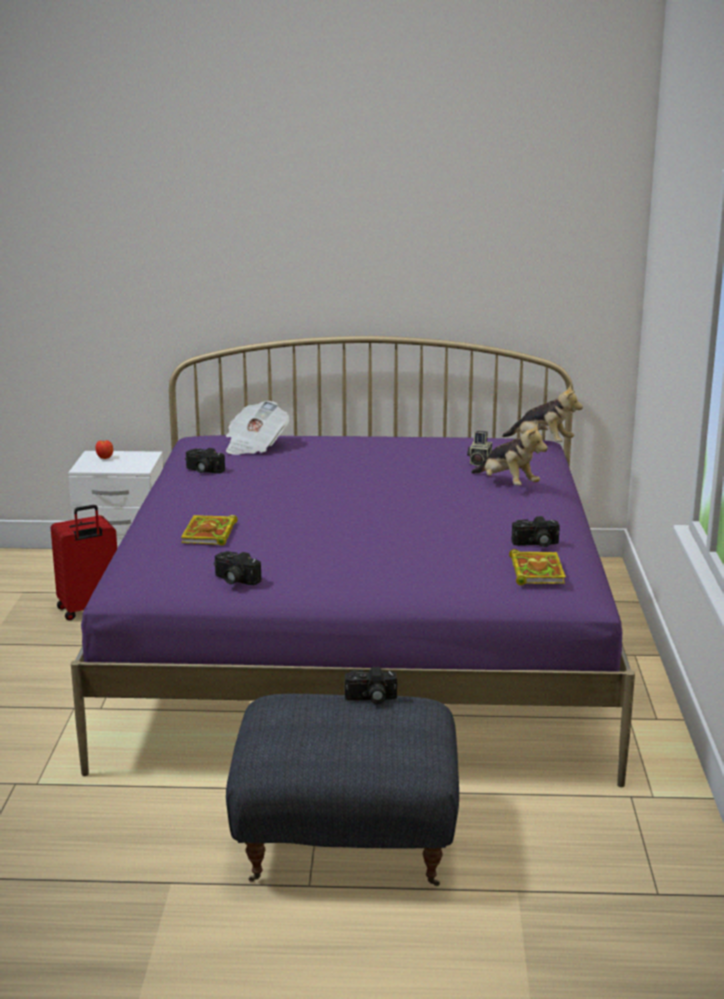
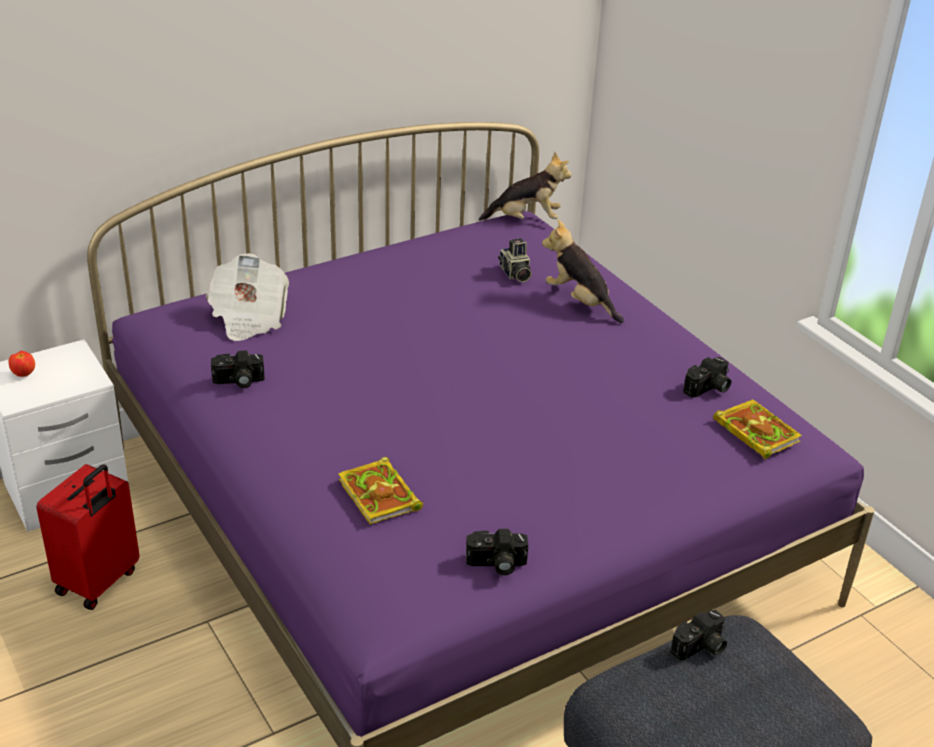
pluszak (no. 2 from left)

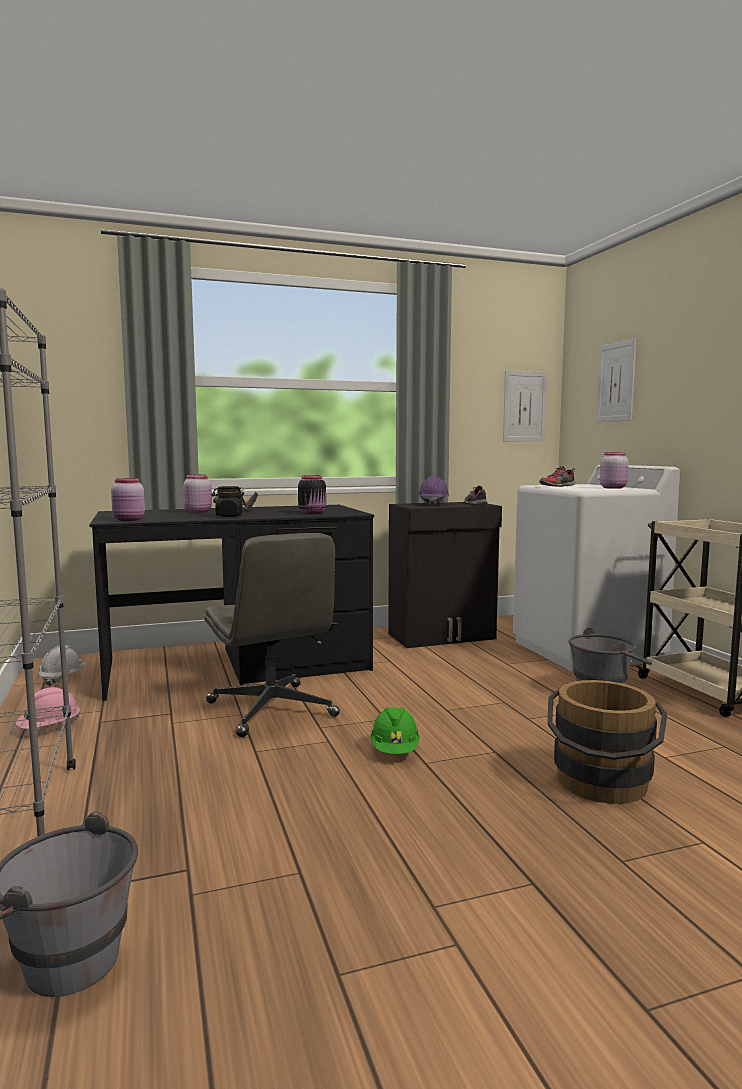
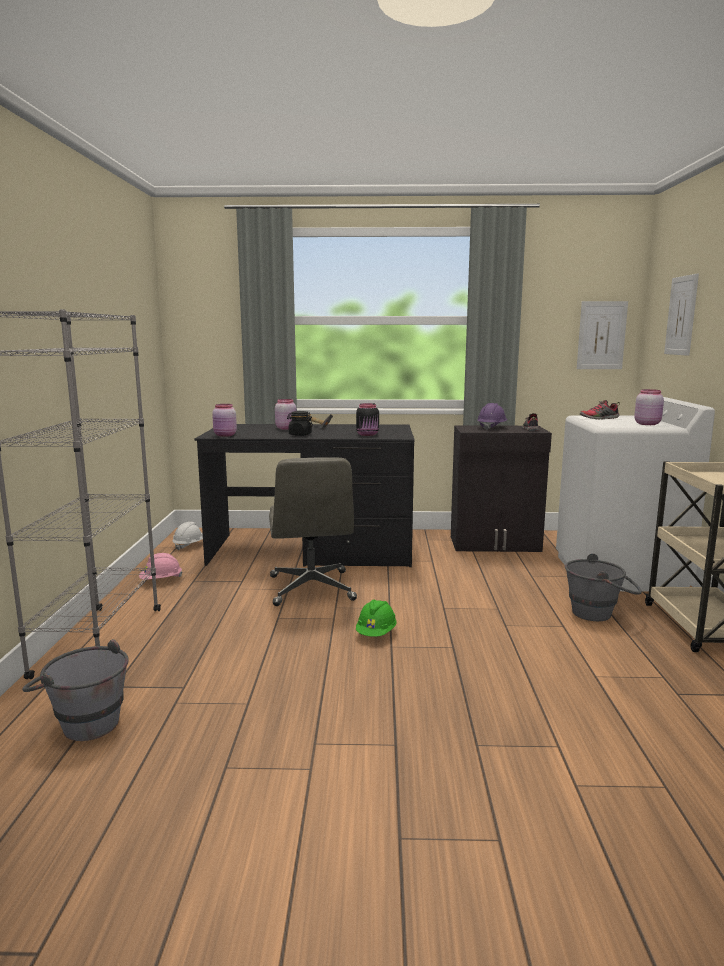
wiadro [brązowy]

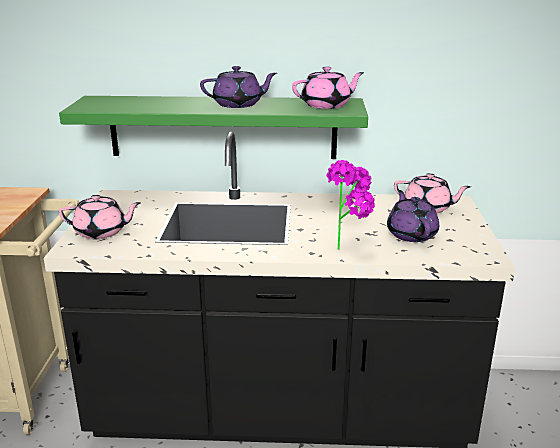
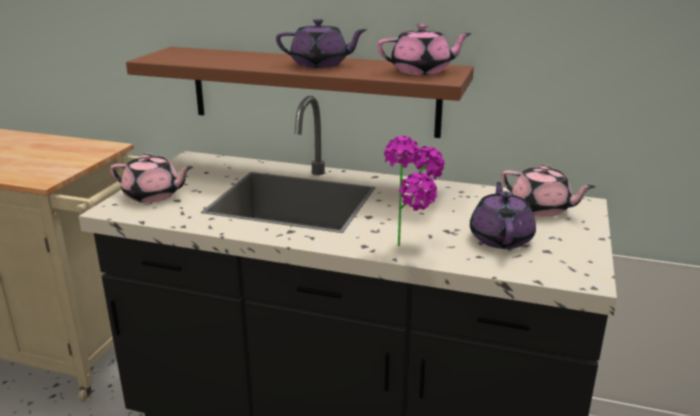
półka [brązowy]

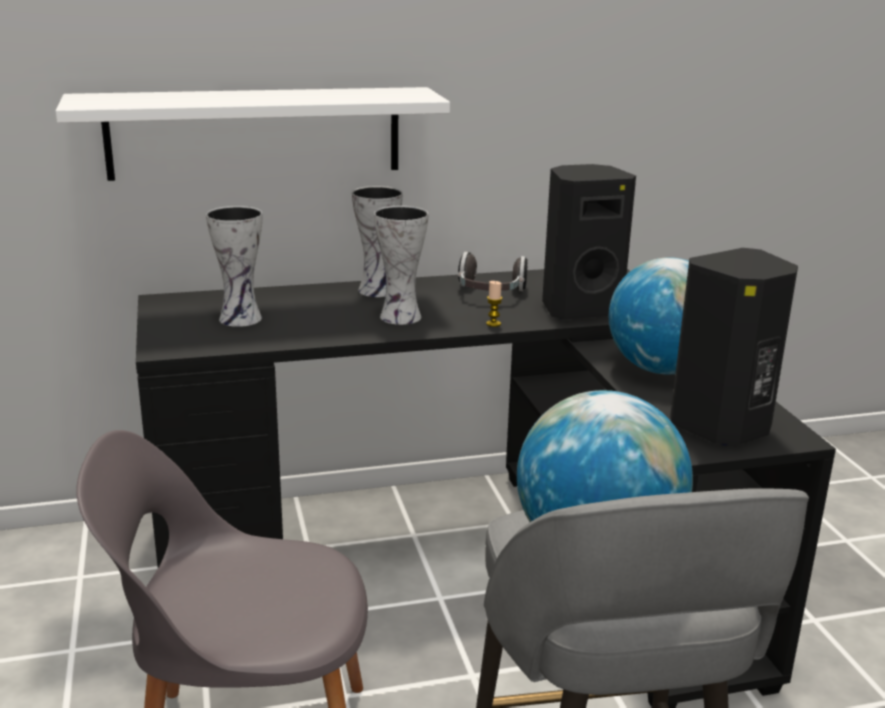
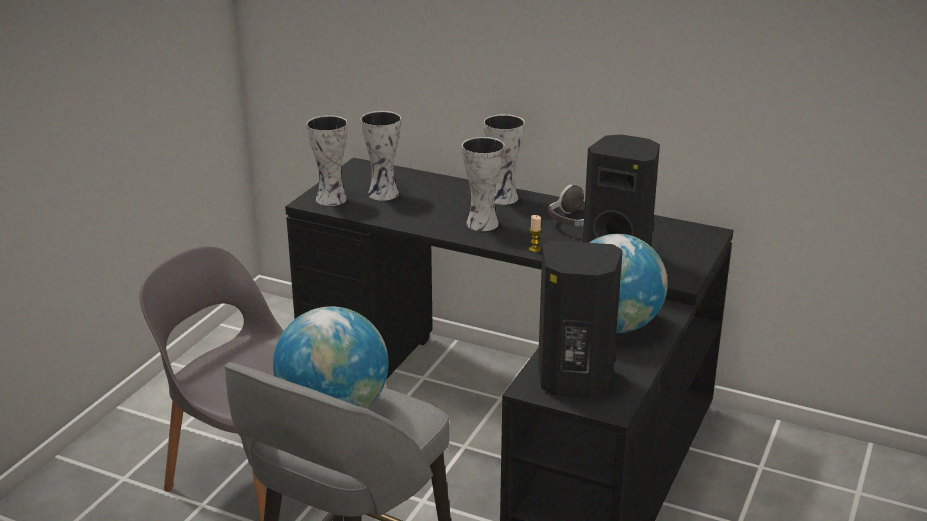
wazon (no. 1 from left)
półka [biały]

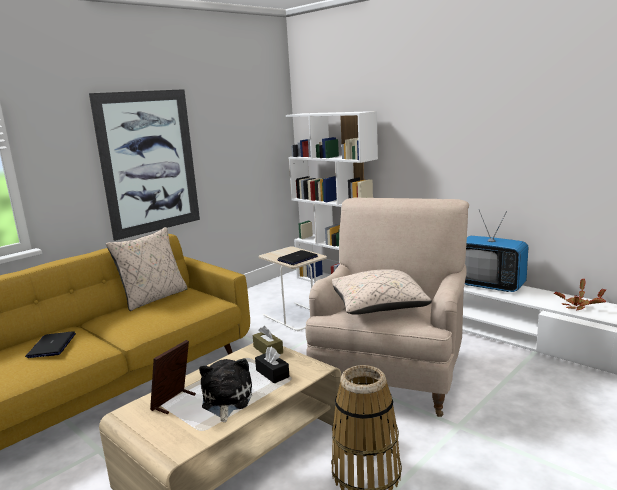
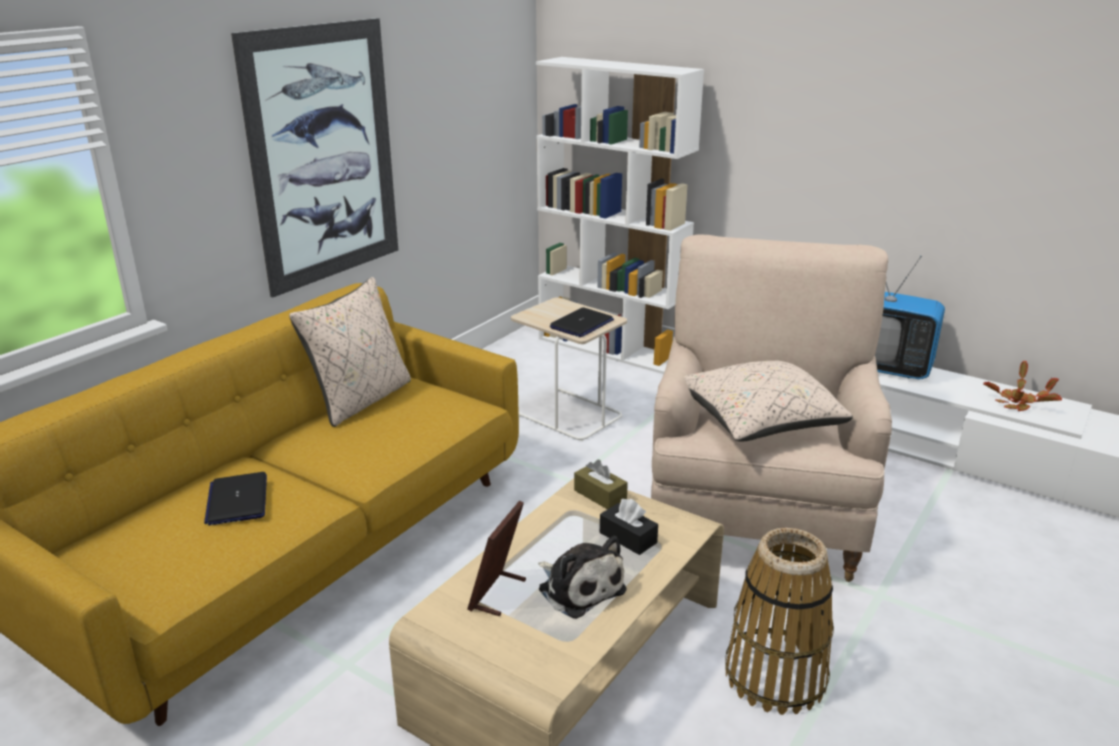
pluszak

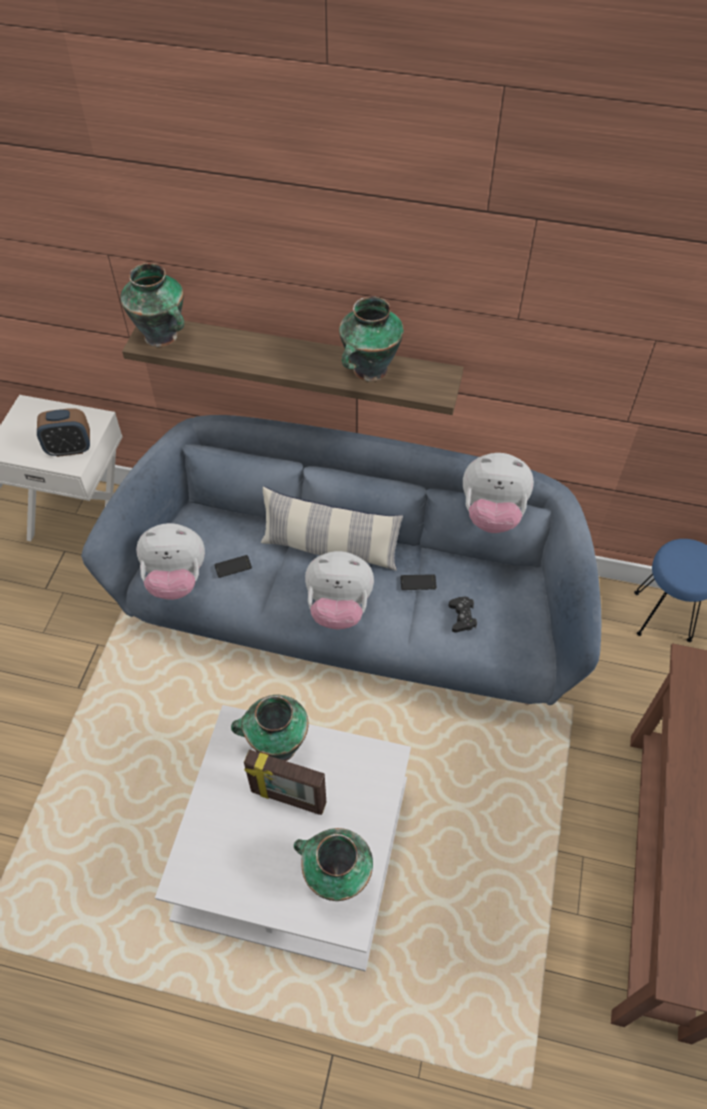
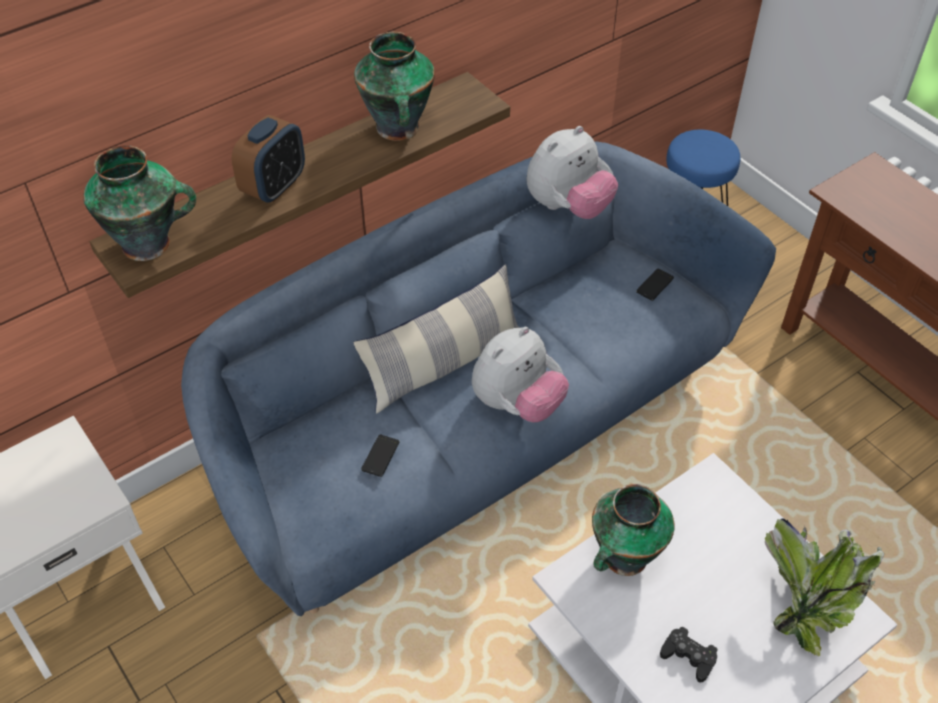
budzik
telefon (no. 2 from left)
pad do gier [czarny]
roślina doniczkowa
pluszak (no. 1 from left in the first image)
ramka na zdjęcie

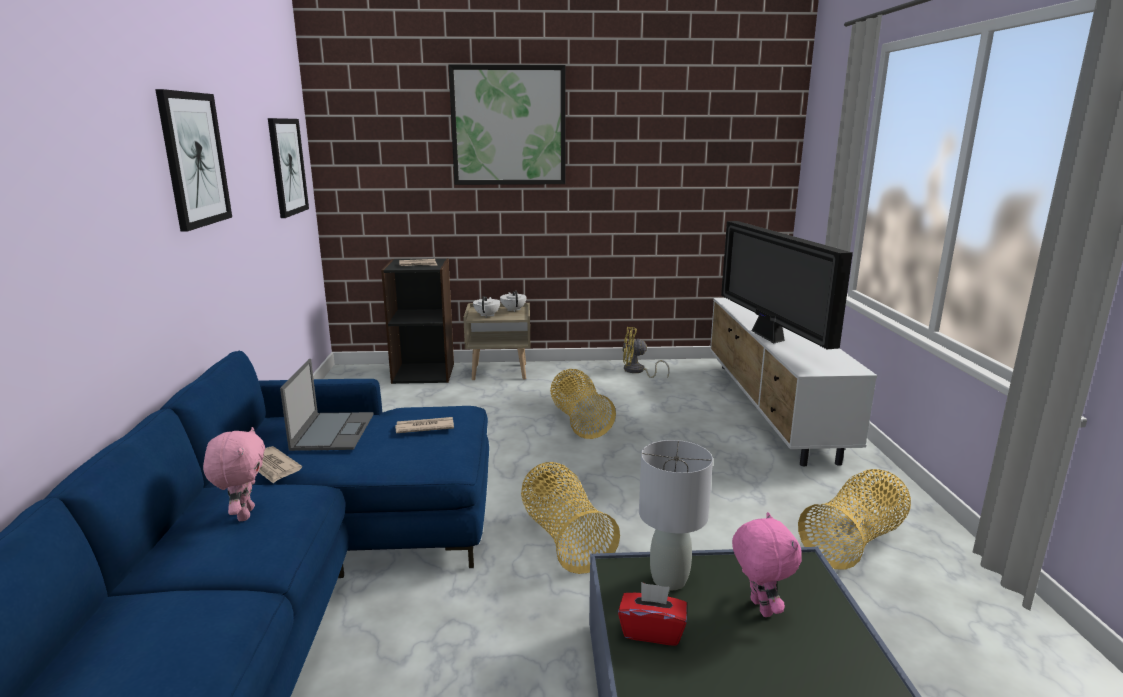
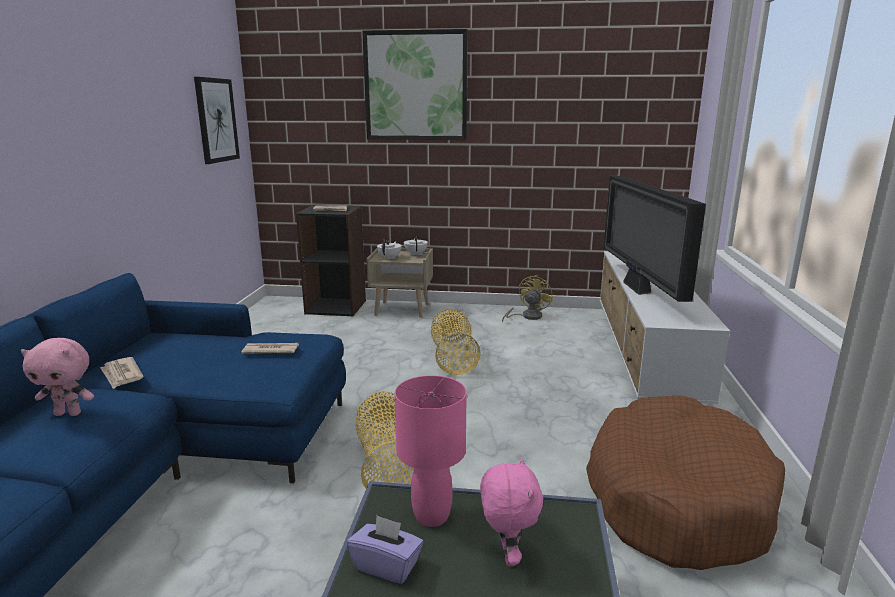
pluszak [różowy] (no. 1 from left)
pudełko chusteczek [fioletowy]
lampa stołowa [różowy]
wentylator [żółty]
legowisko [brązowy]
obraz (no. 1 from left in the first image)
laptop

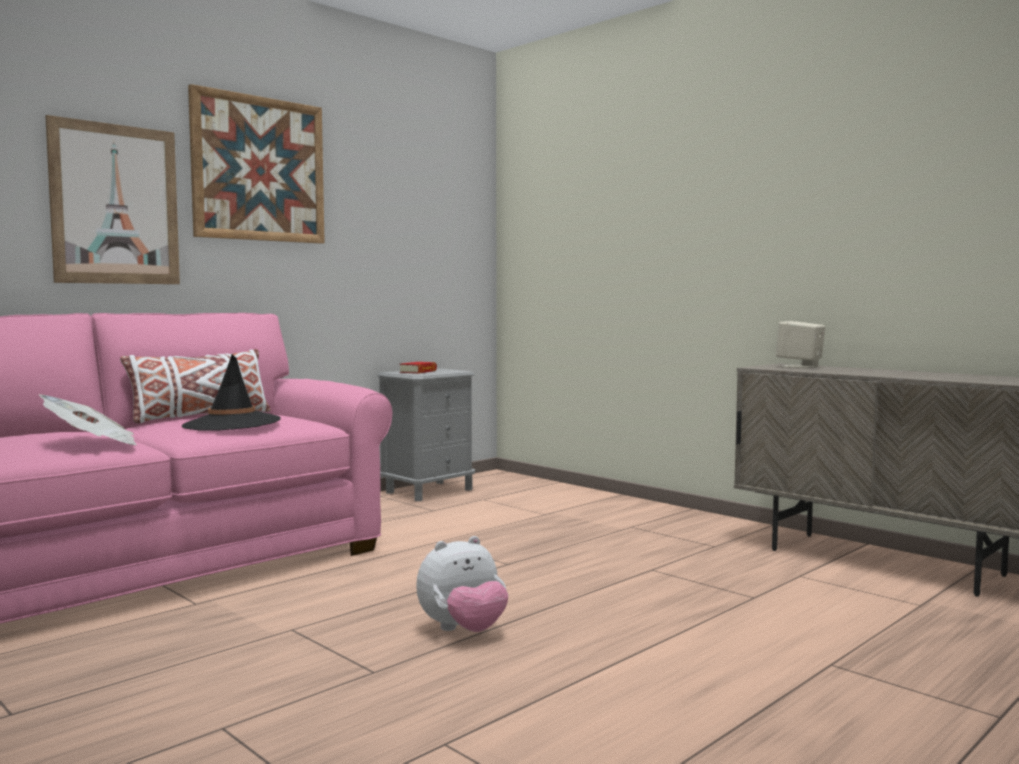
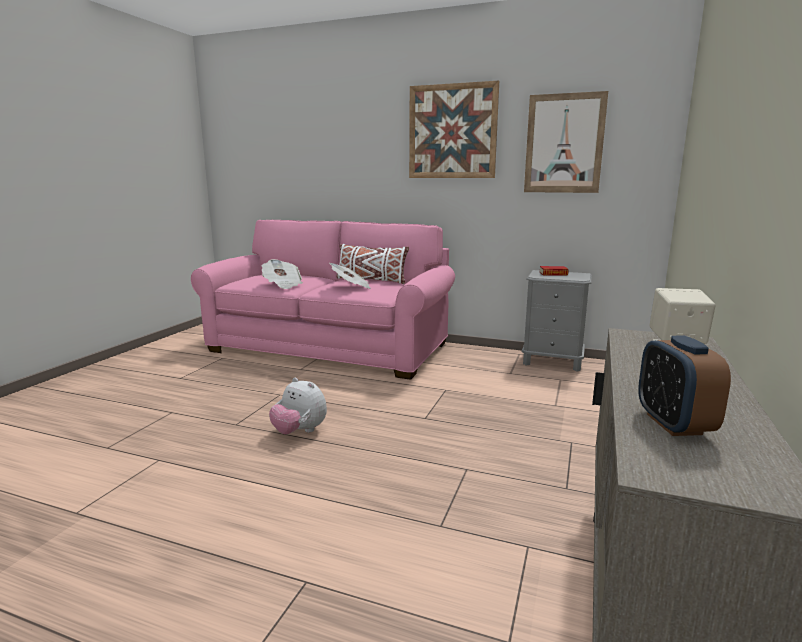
gazeta (no. 2 from left)
obraz (no. 2 from left)
budzik

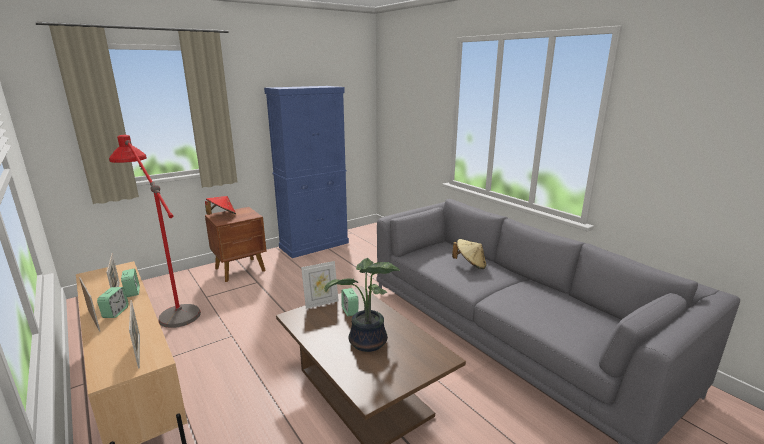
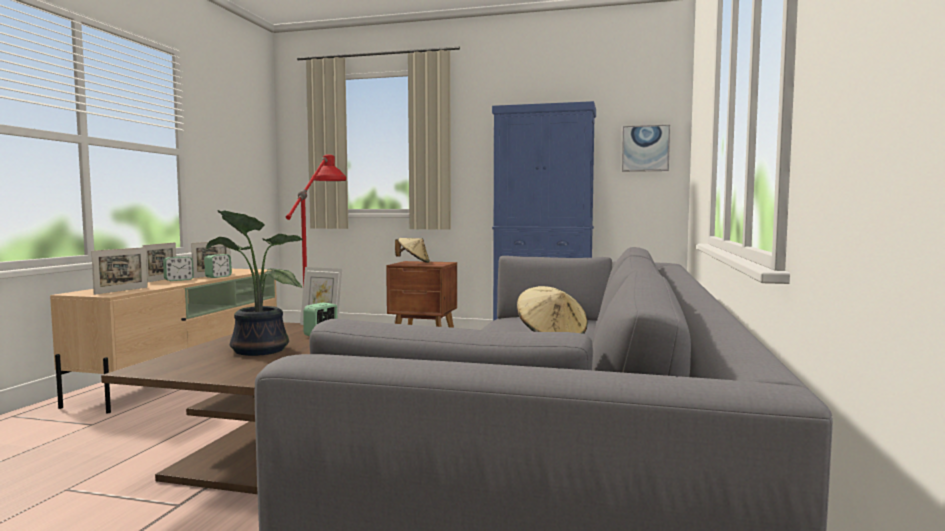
kapelusz [beżowy] (no. 1 from left)
obraz

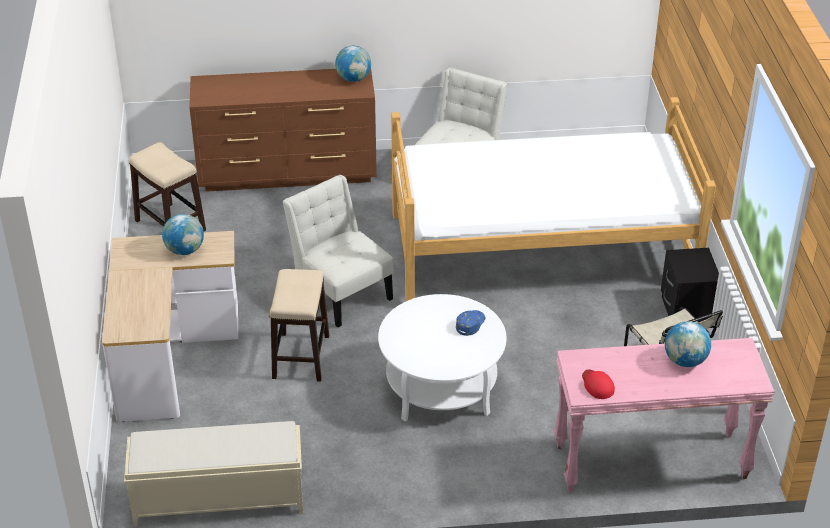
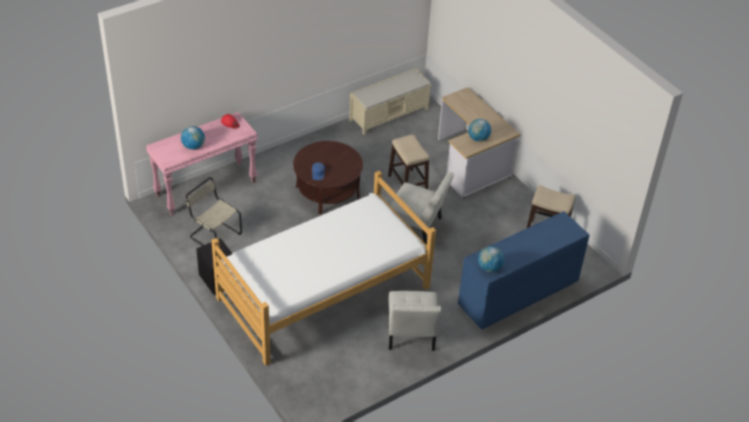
ława [brązowy]
komoda [niebieski]

